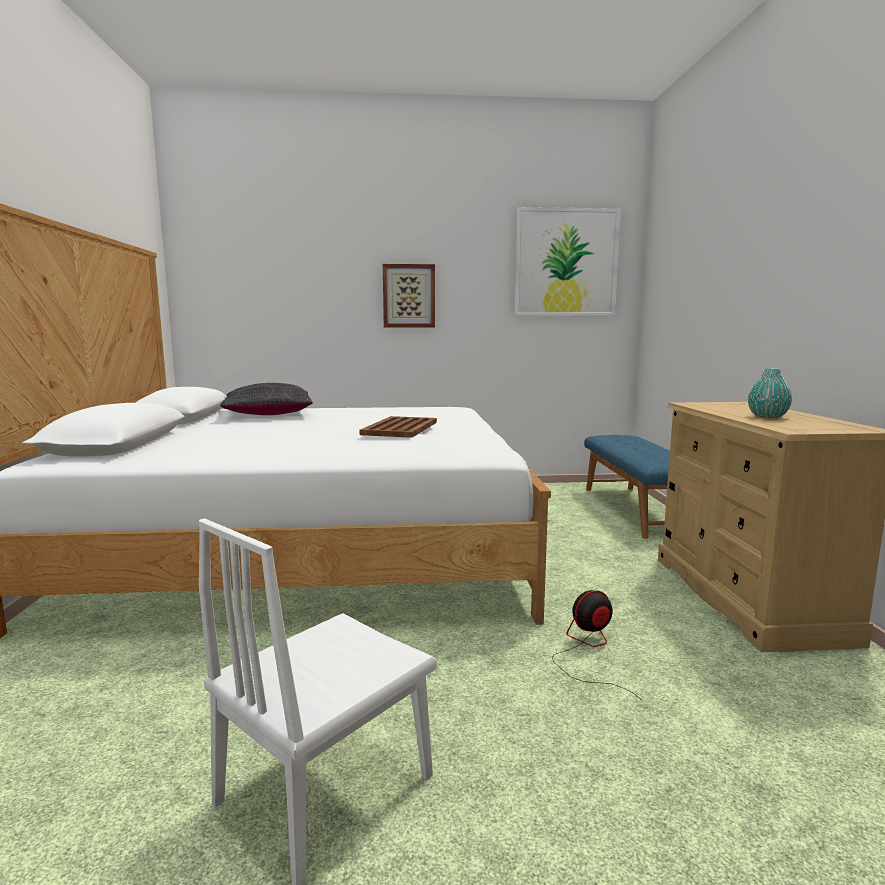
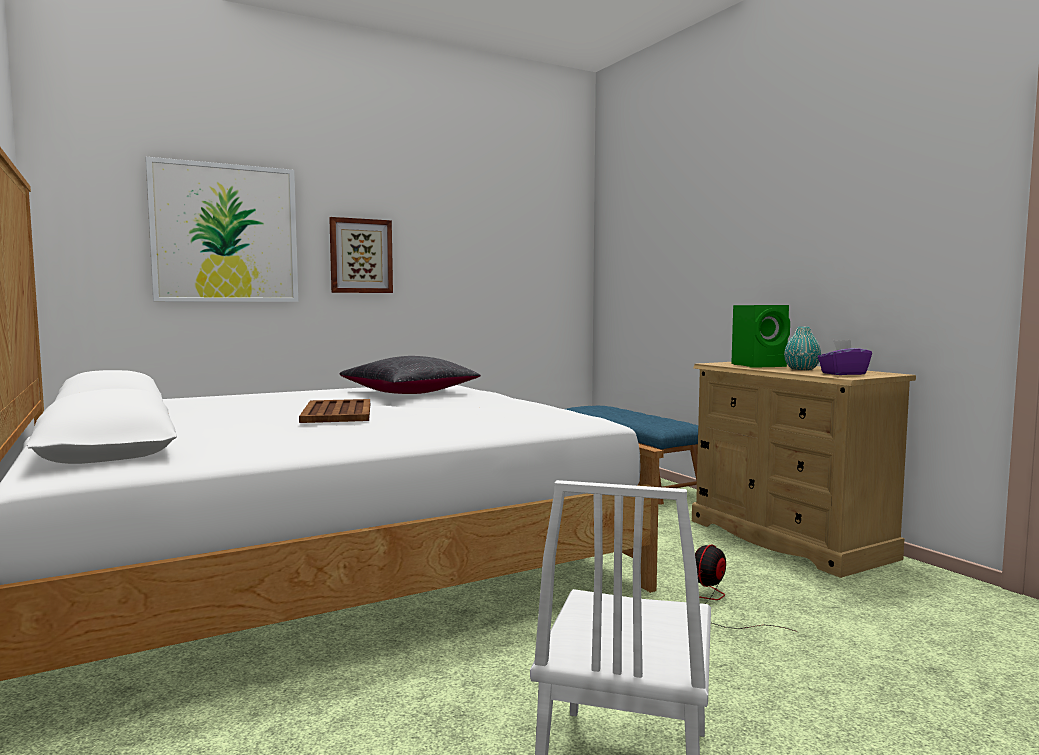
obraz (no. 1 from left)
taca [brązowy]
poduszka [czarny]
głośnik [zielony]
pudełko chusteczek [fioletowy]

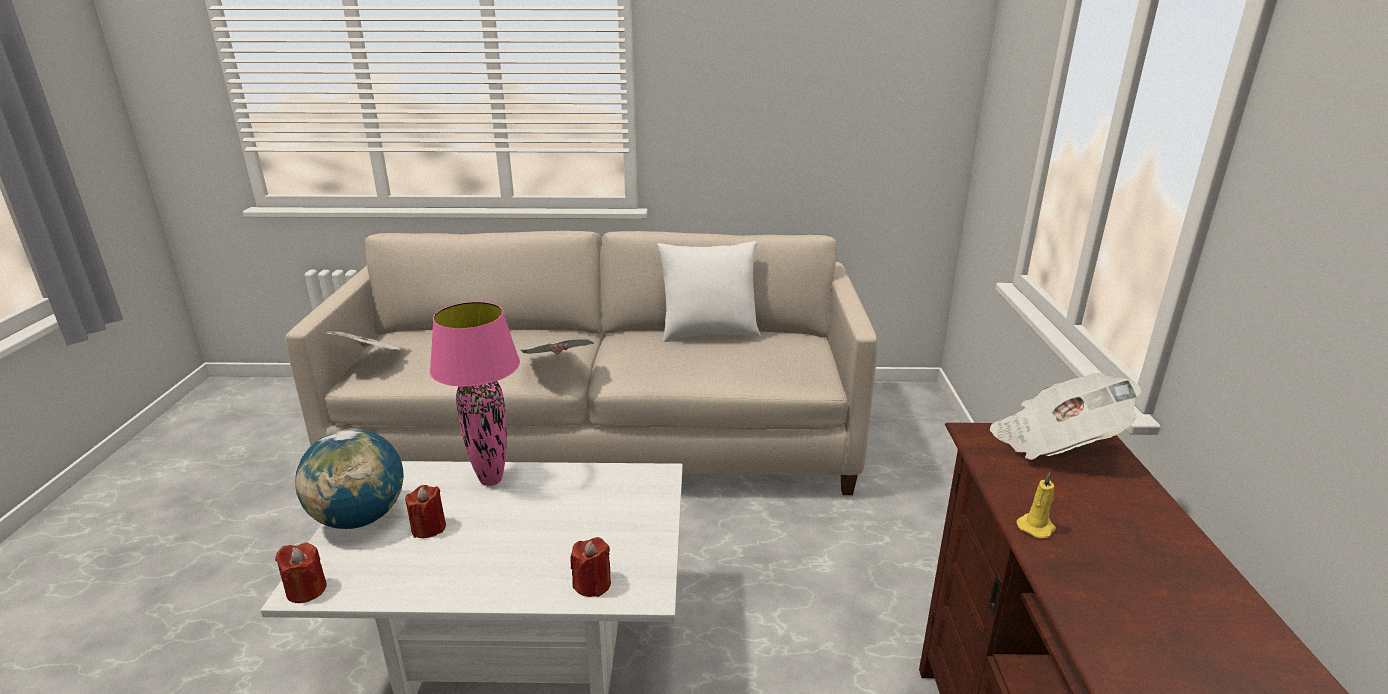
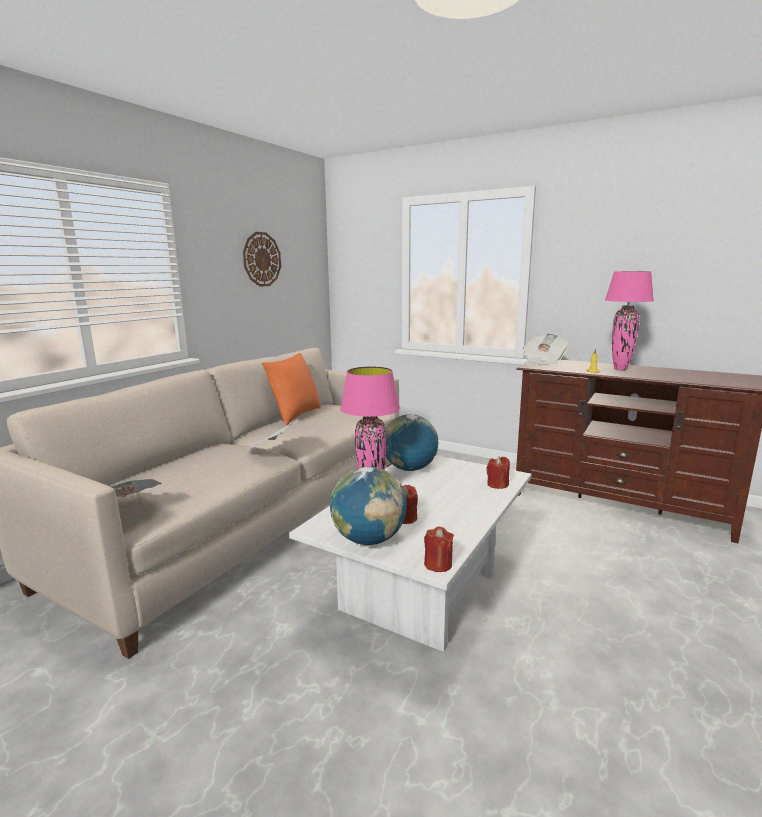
zegar ścienny
poduszka [pomarańczowy]
globus (no. 2 from left)
lampa stołowa [różowy] (no. 2 from left)

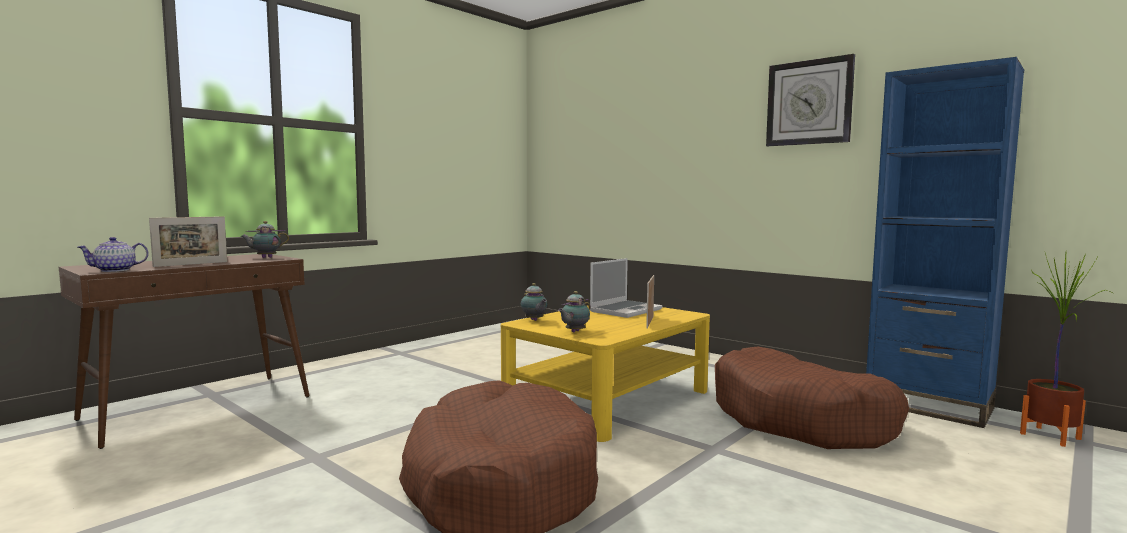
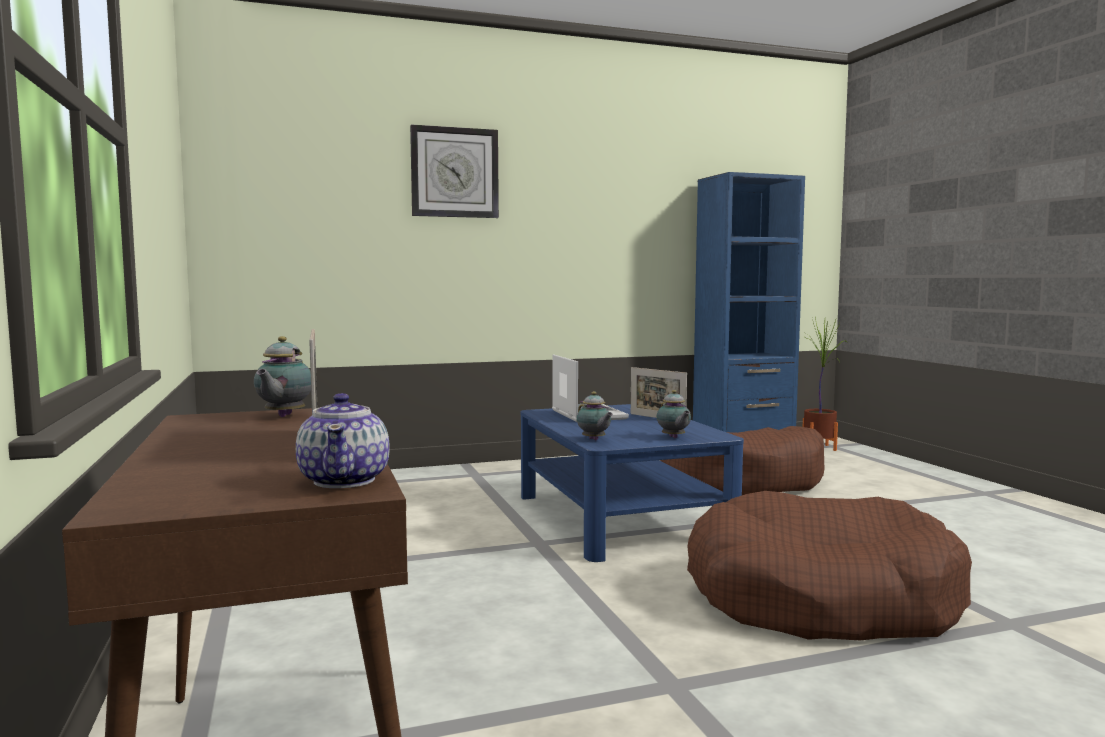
zegar ścienny
ława [niebieski]
imbryk (no. 3 from left)

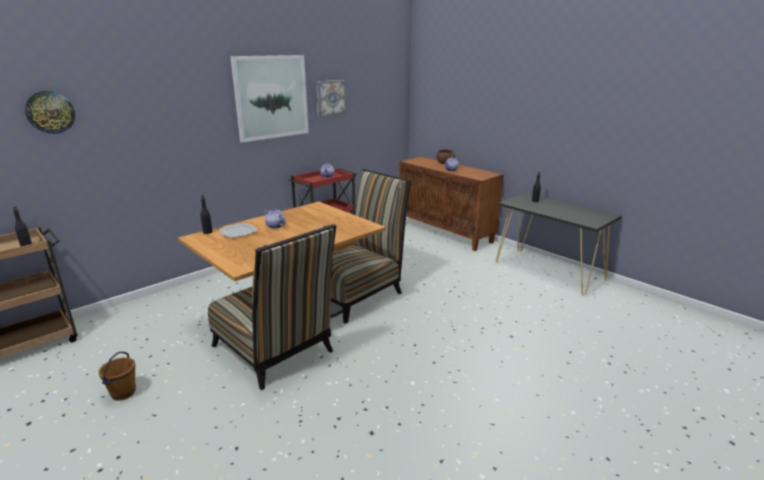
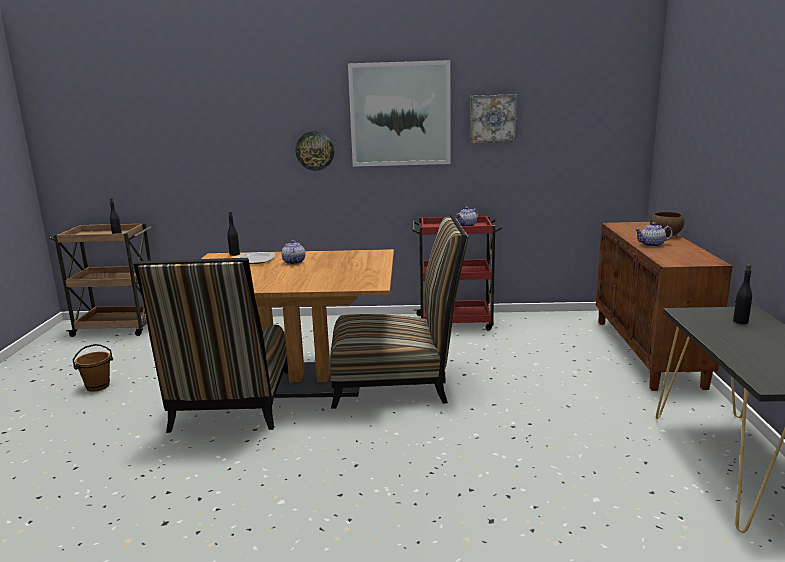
zegar ścienny

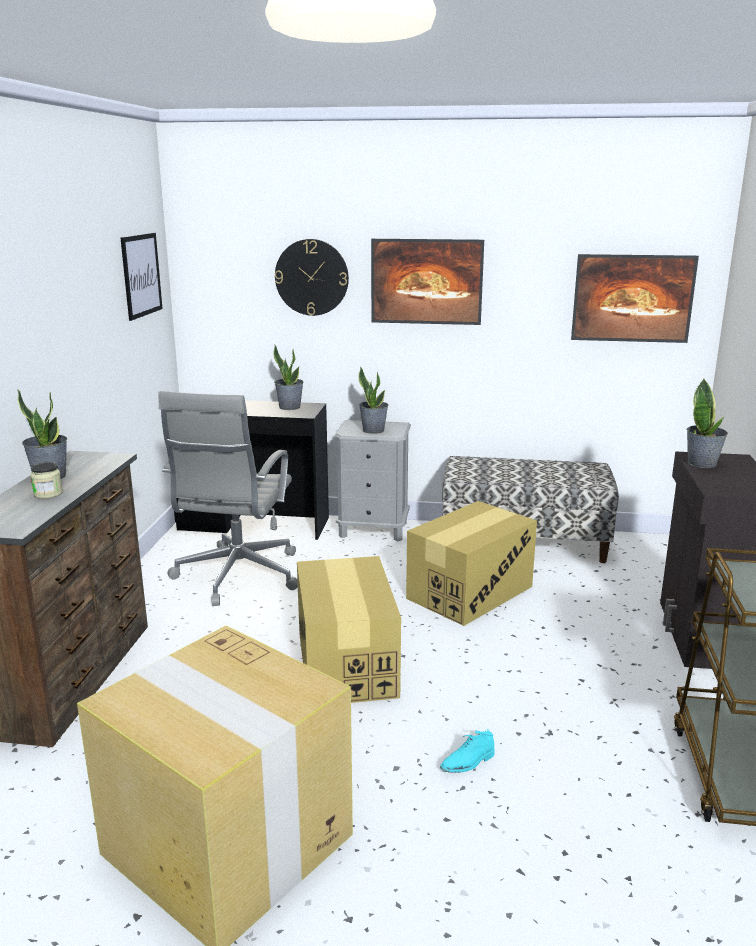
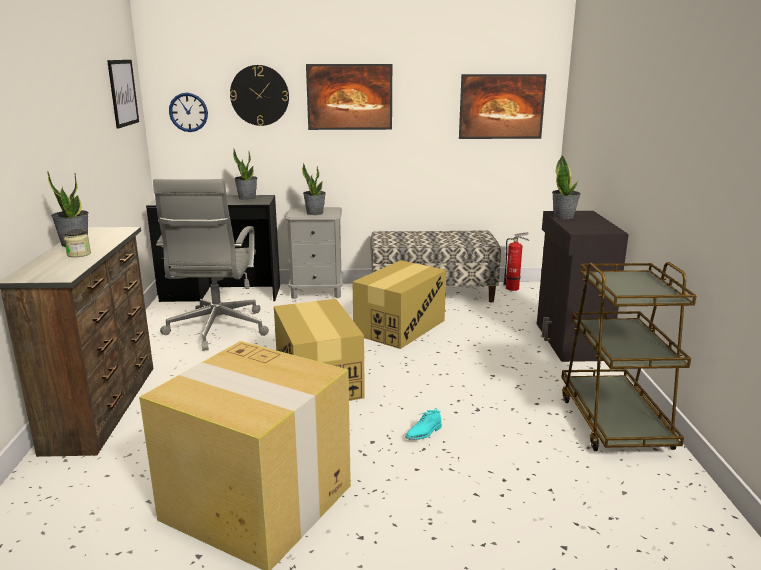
zegar ścienny (no. 1 from left)
gaśnica

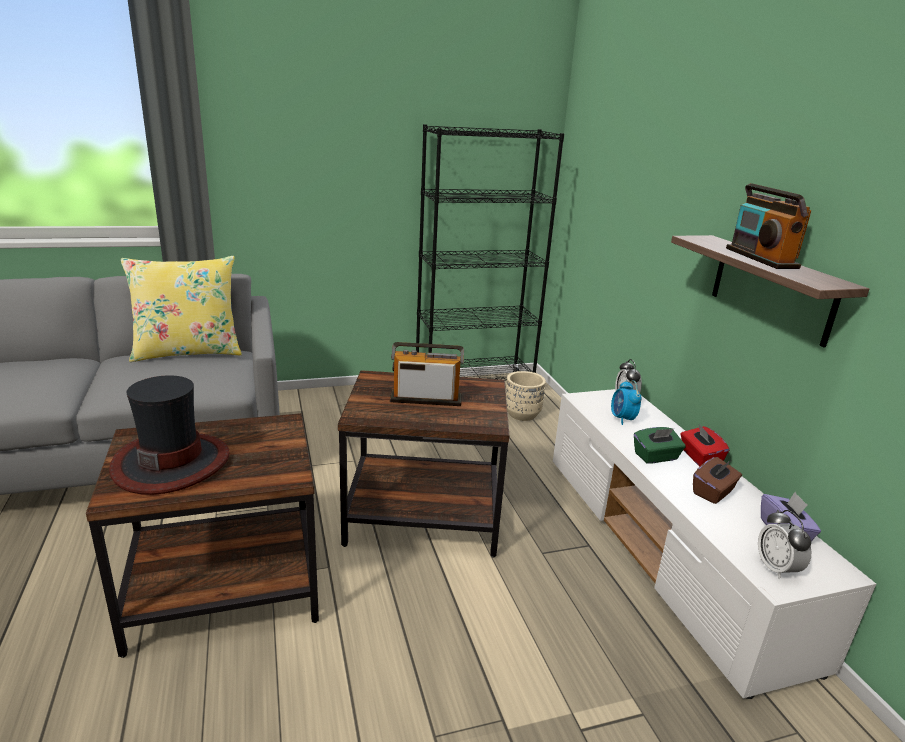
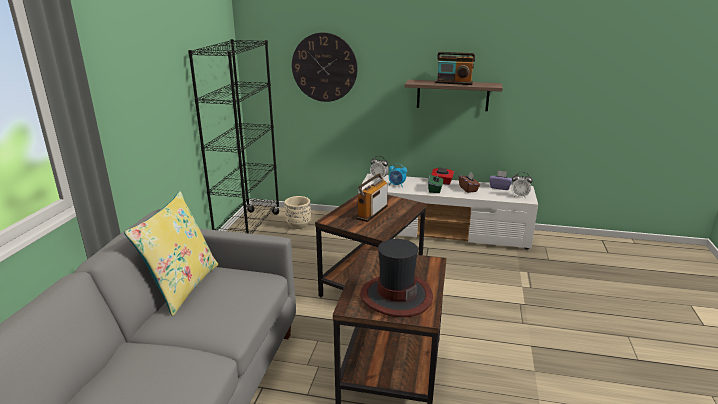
zegar ścienny

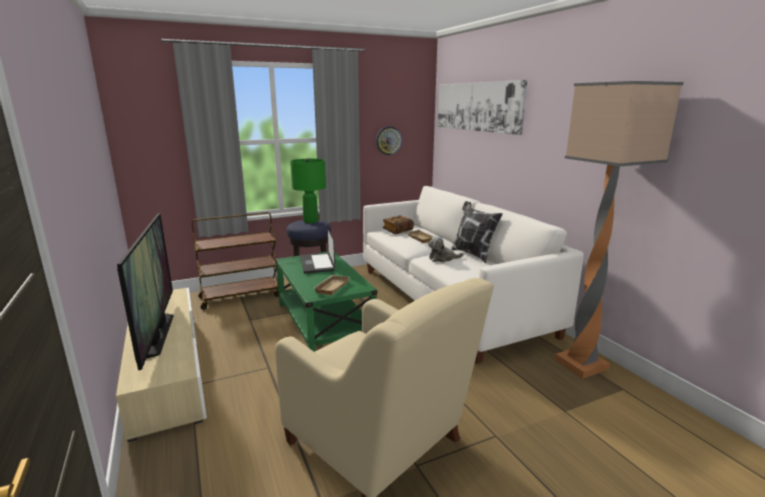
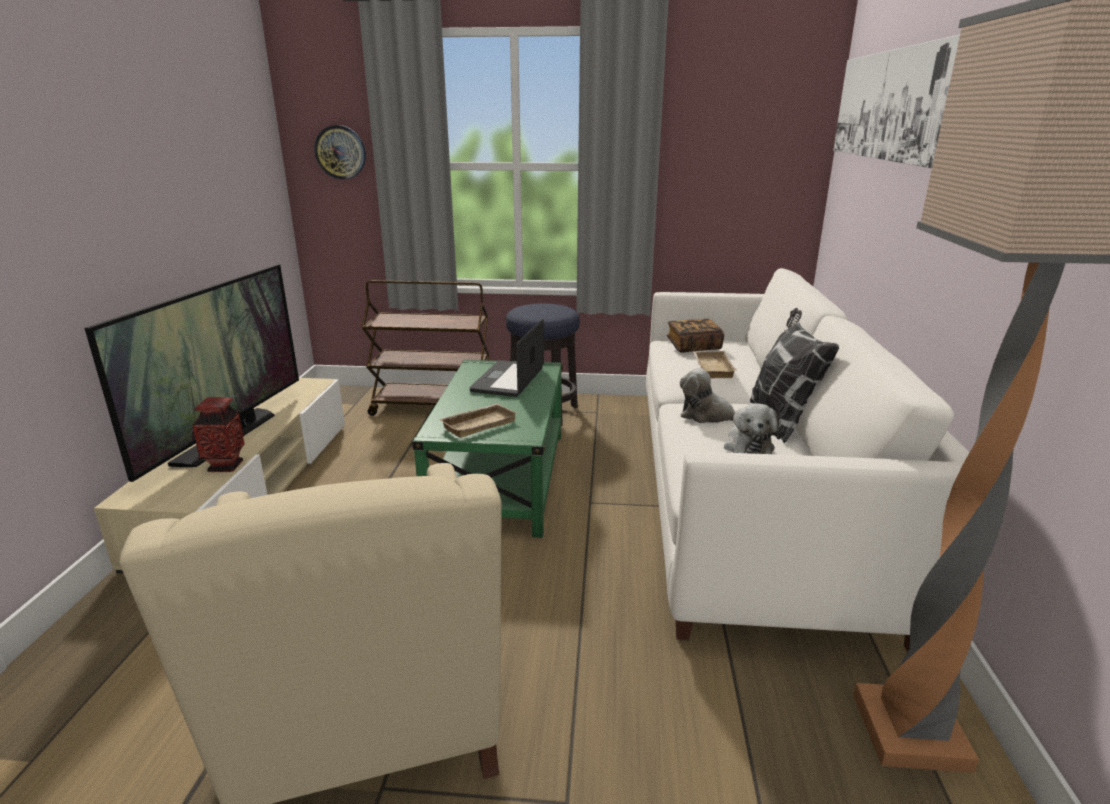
wazon
zegar ścienny
pluszak (no. 2 from left)
lampa stołowa [zielony]

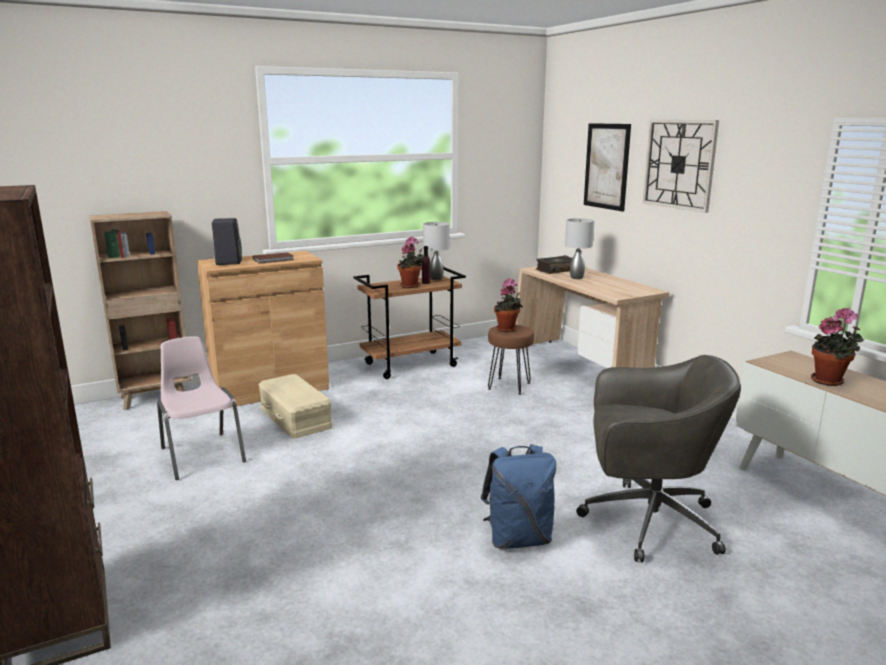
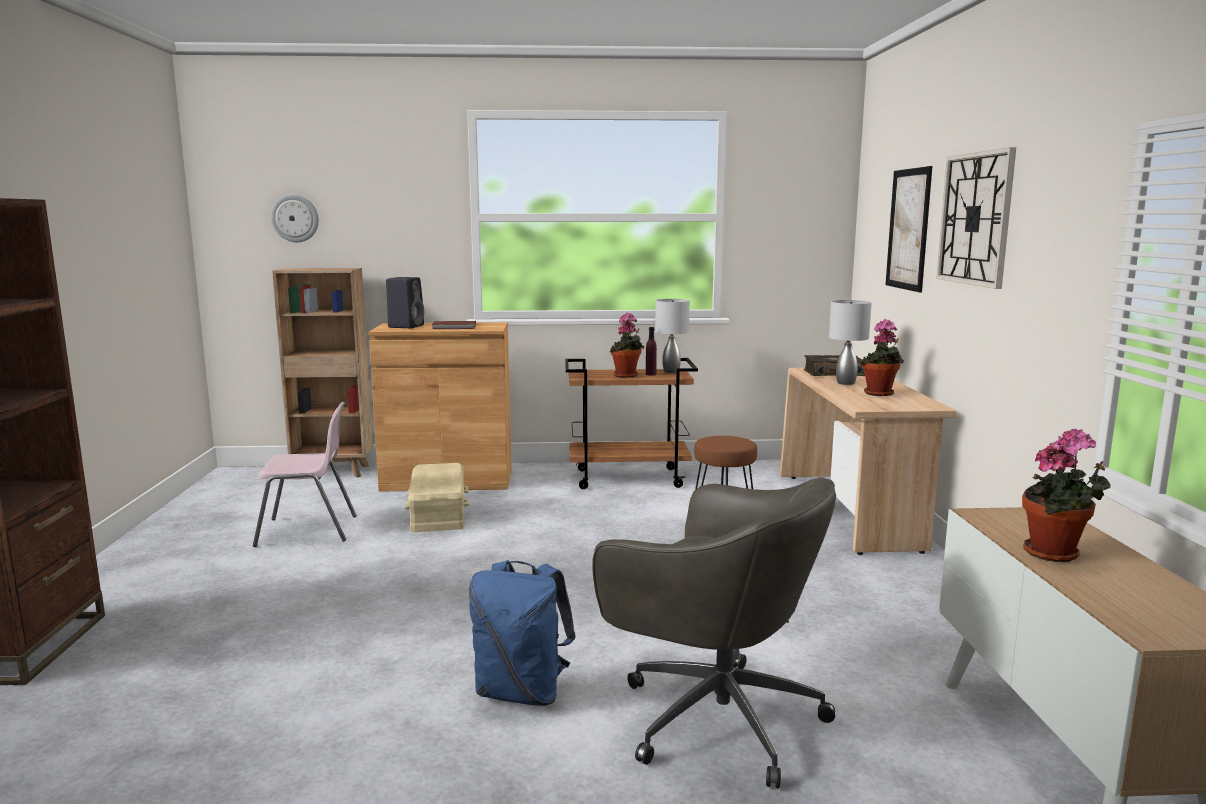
krzesło [różowy]
zegar ścienny (no. 1 from left)
roślina doniczkowa (no. 2 from left)

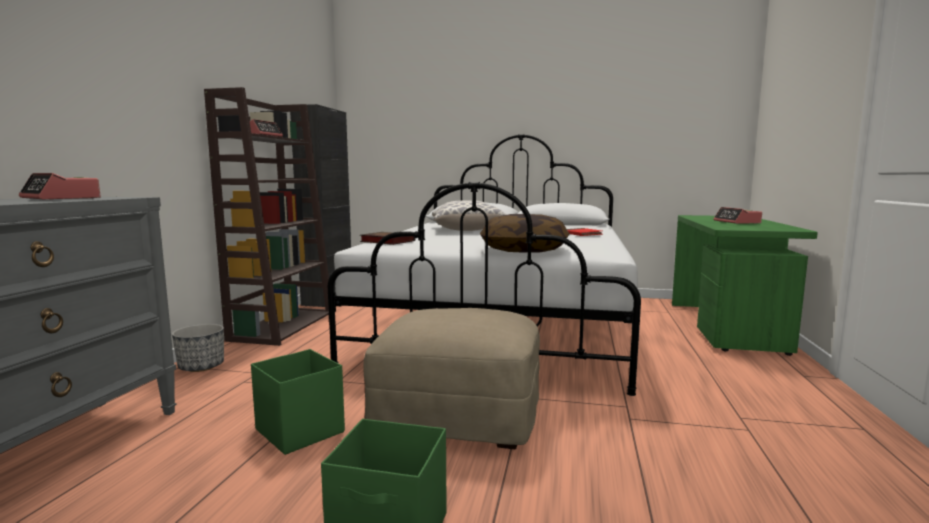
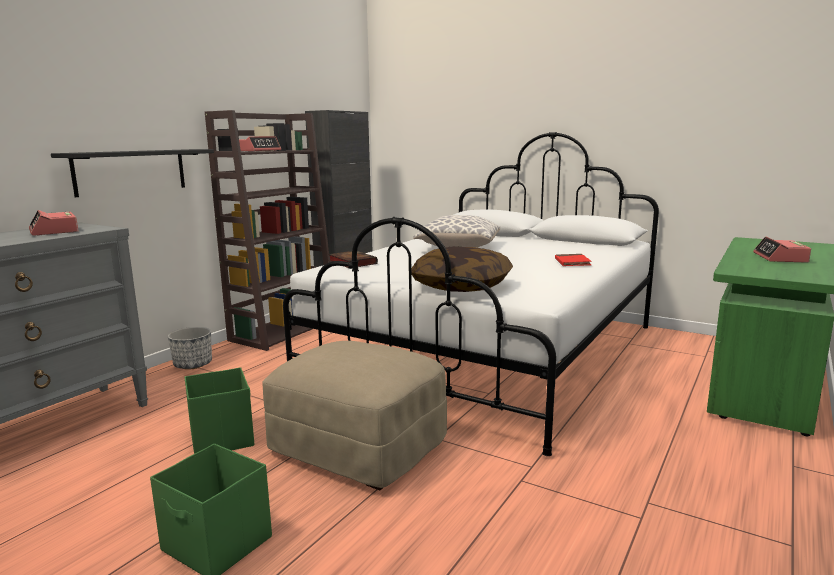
półka [czarny]

